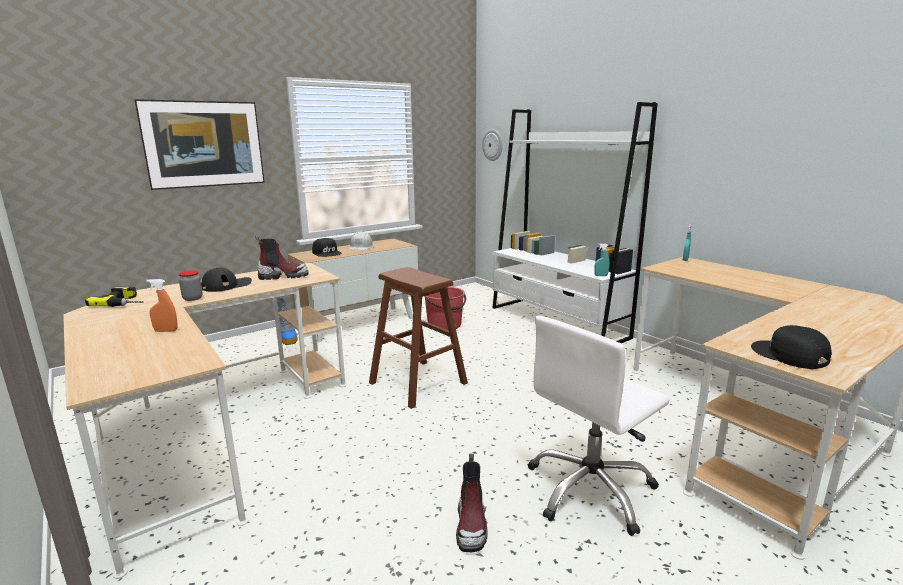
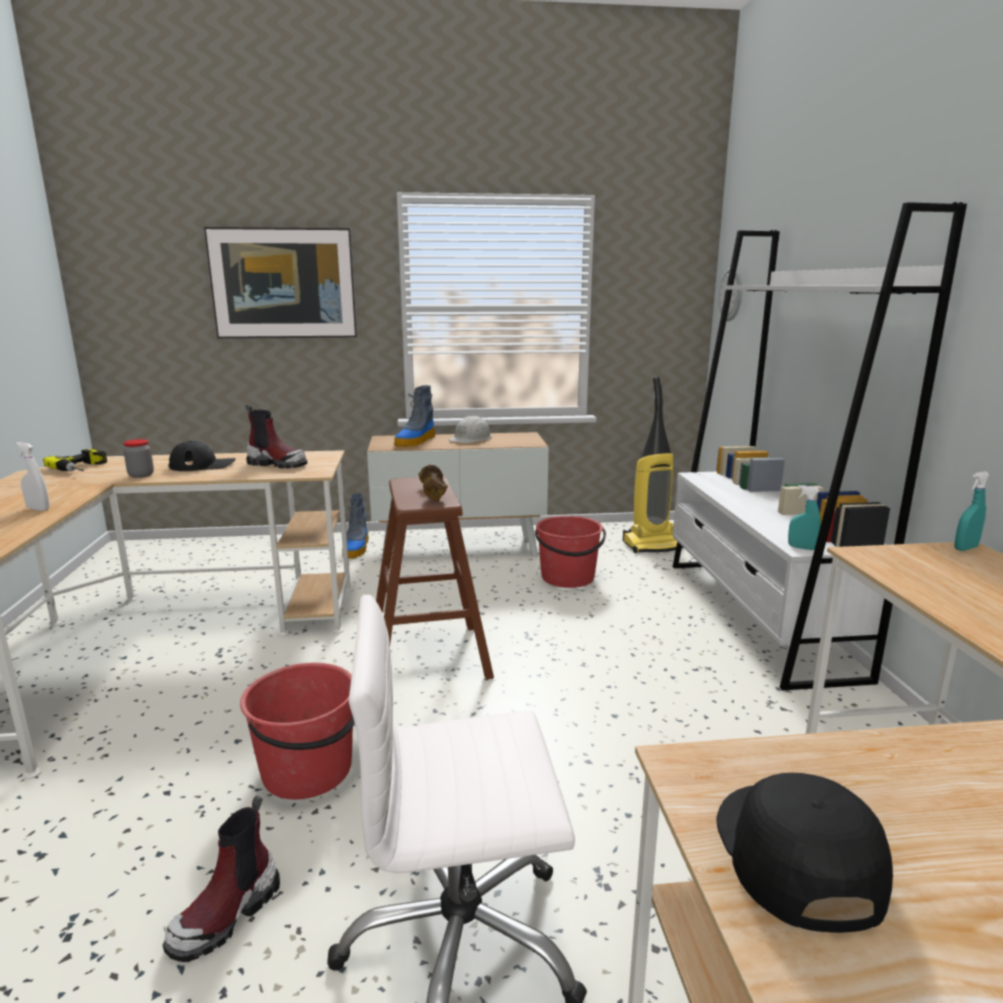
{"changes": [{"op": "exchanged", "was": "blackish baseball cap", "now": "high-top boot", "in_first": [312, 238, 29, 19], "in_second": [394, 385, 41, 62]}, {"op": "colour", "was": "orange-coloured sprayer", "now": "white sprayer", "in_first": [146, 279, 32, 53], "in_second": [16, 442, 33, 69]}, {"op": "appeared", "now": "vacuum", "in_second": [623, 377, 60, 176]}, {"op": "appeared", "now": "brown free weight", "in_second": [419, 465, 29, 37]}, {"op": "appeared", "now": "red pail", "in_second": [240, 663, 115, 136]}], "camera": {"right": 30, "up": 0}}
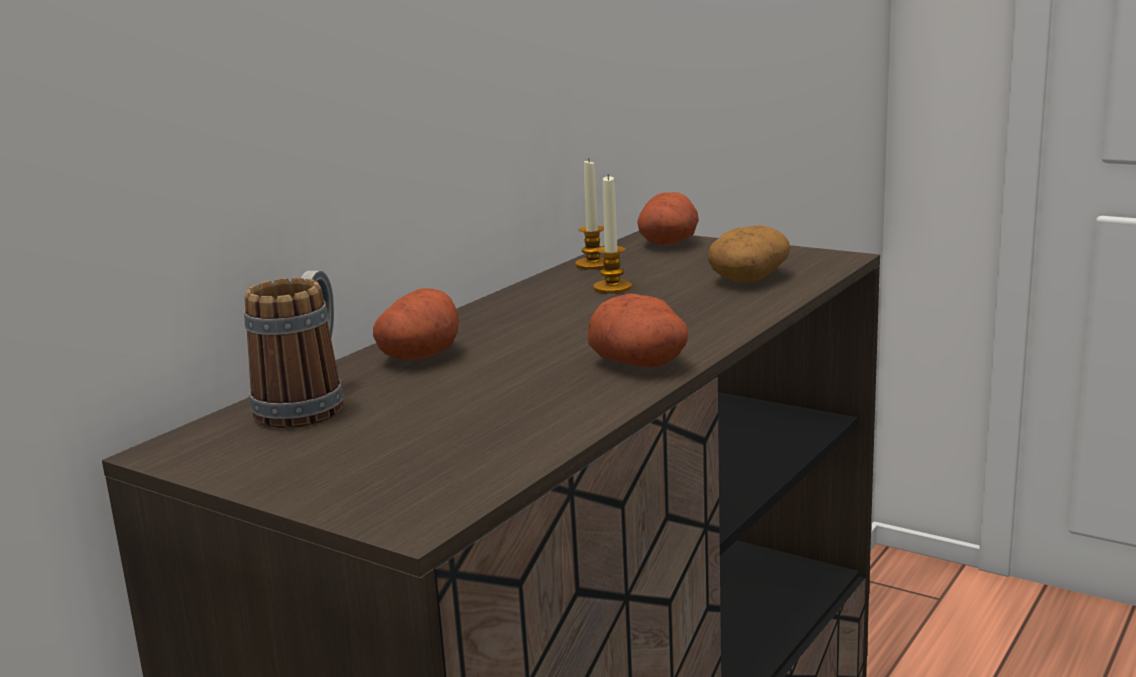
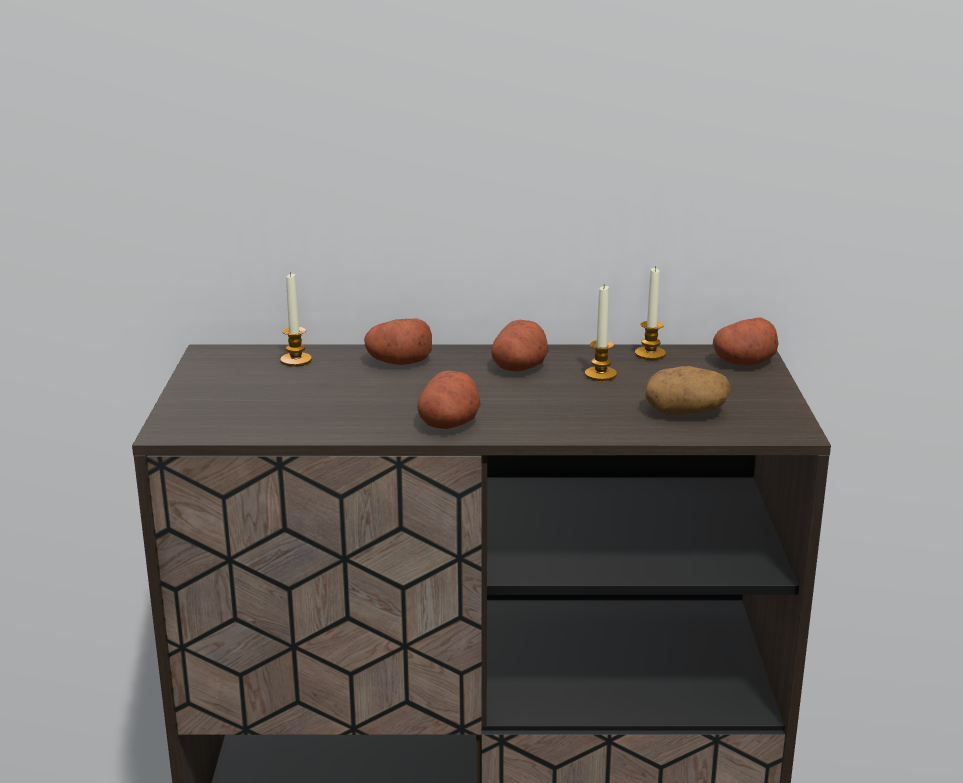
{"changes": [{"op": "exchanged", "was": "mug", "now": "candle", "in_first": [244, 271, 100, 157], "in_second": [280, 272, 32, 95]}, {"op": "appeared", "now": "whole potato", "in_second": [491, 320, 58, 52]}], "camera": {"right": 55, "up": 5}}
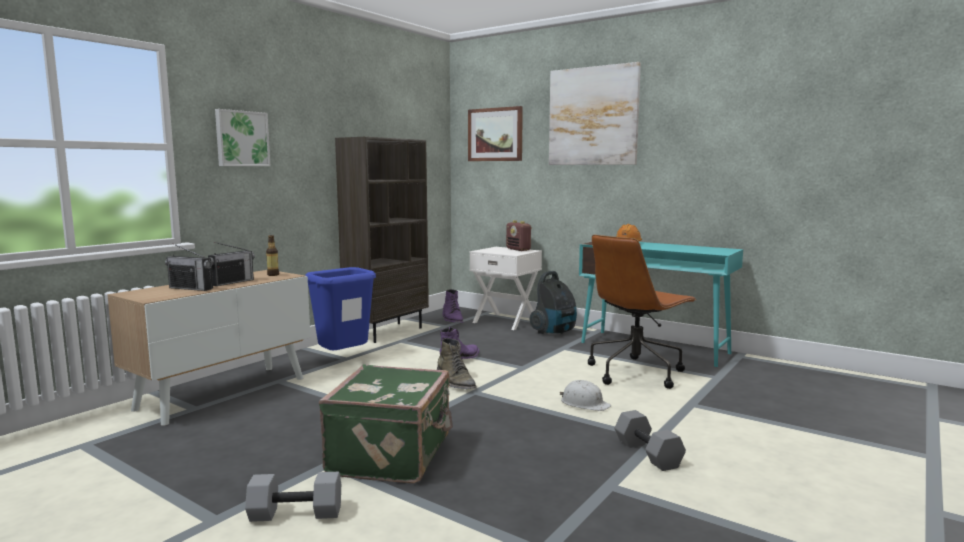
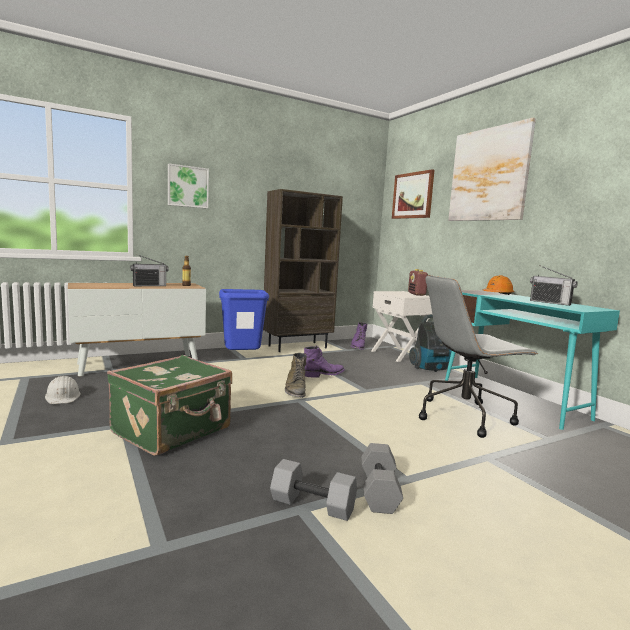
{"changes": [{"op": "colour", "was": "brown office chair", "now": "greyish office chair", "in_first": [588, 235, 109, 154], "in_second": [419, 275, 119, 163]}, {"op": "relocated", "was": "radio set", "in_first": [165, 244, 48, 47], "in_second": [530, 266, 48, 40]}, {"op": "relocated", "was": "white hard hat", "in_first": [560, 380, 51, 31], "in_second": [45, 376, 36, 28]}, {"op": "relocated", "was": "greyish free weight", "in_first": [245, 472, 96, 50], "in_second": [270, 459, 87, 62]}], "camera": {"right": 25, "up": 0}}
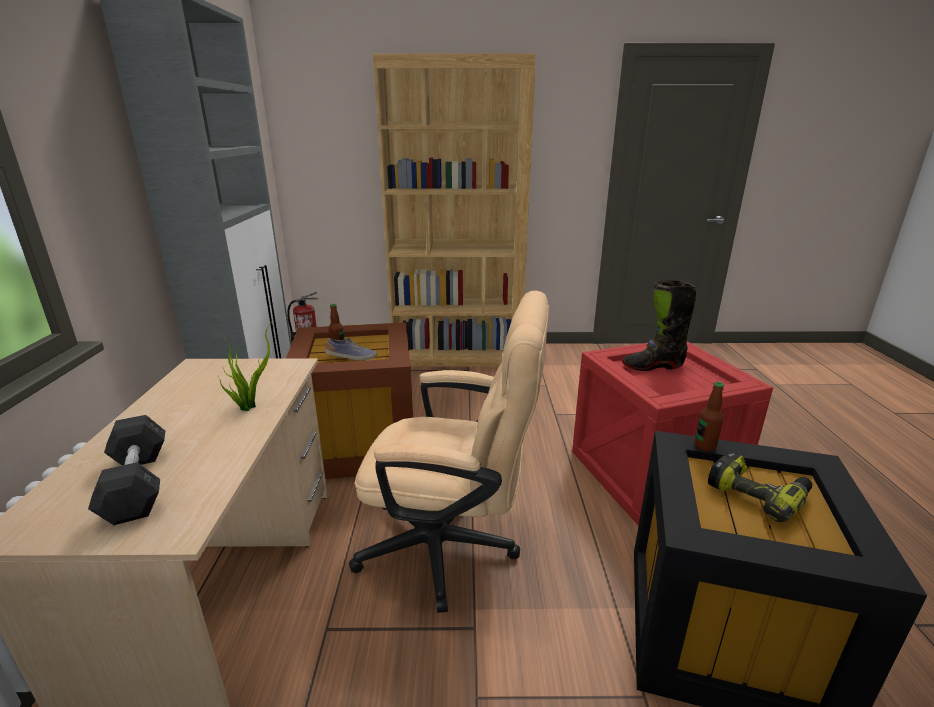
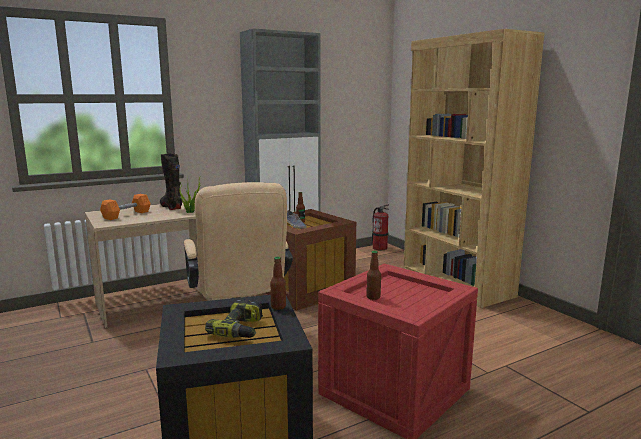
{"changes": [{"op": "relocated", "was": "blackish high-top boot", "in_first": [622, 280, 74, 91], "in_second": [160, 153, 22, 57]}, {"op": "colour", "was": "greyish free weight", "now": "orange-coloured free weight", "in_first": [88, 415, 77, 110], "in_second": [100, 194, 51, 26]}, {"op": "appeared", "now": "bottle", "in_second": [366, 251, 15, 49]}], "camera": {"right": 60, "up": -10}}
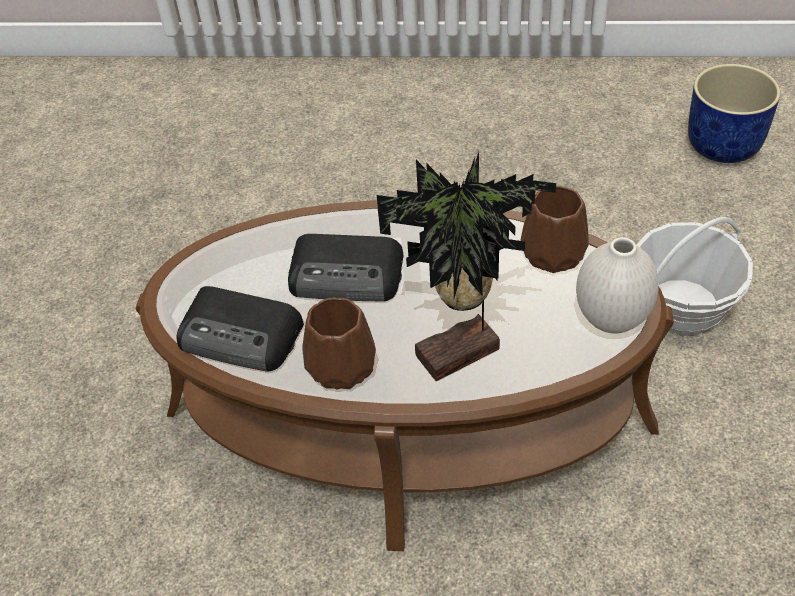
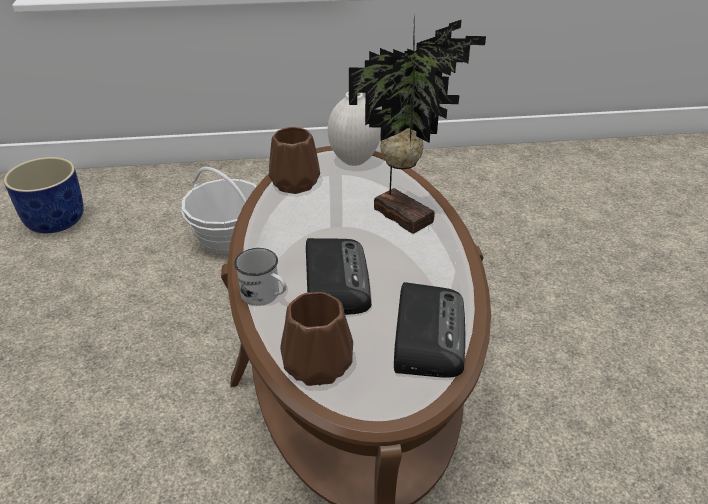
{"changes": [{"op": "relocated", "was": "brown vase", "in_first": [302, 298, 74, 92], "in_second": [280, 292, 73, 94]}, {"op": "appeared", "now": "white mug", "in_second": [234, 248, 52, 58]}], "camera": {"right": -105, "up": -10}}
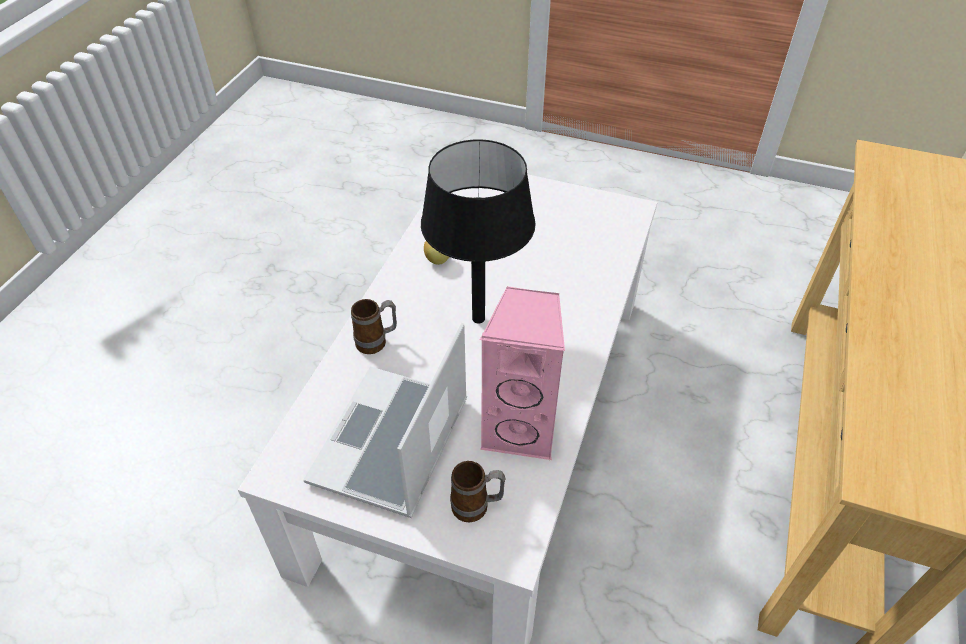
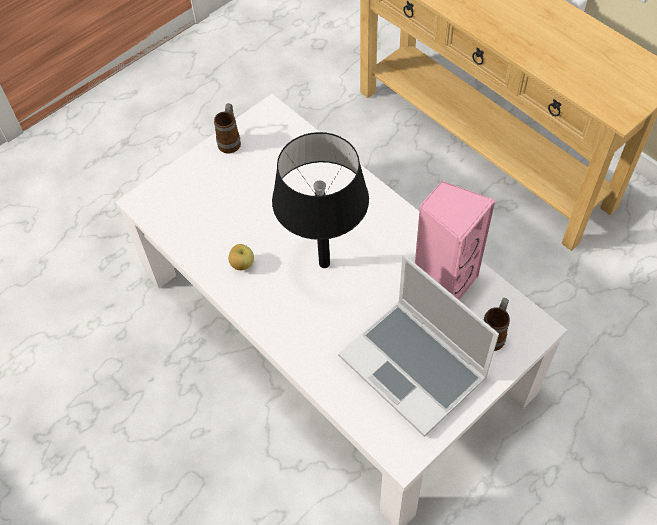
{"changes": [{"op": "relocated", "was": "mug", "in_first": [351, 299, 46, 55], "in_second": [214, 103, 27, 50]}], "camera": {"right": -60, "up": 10}}
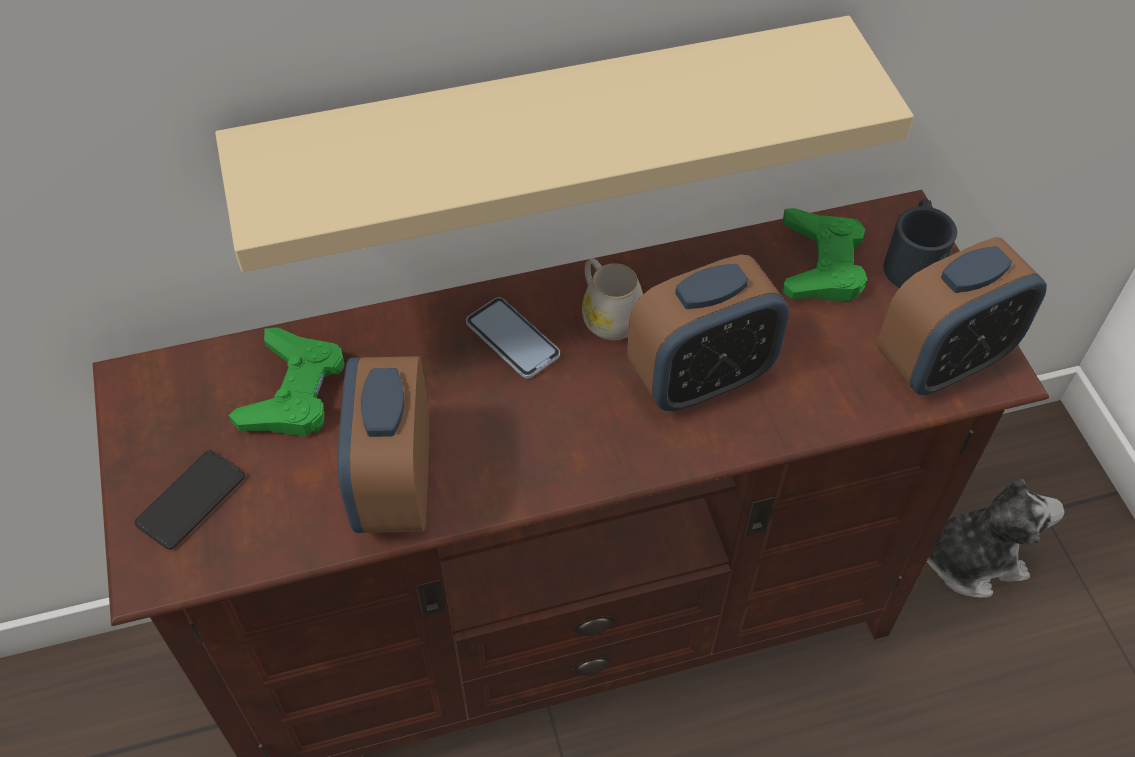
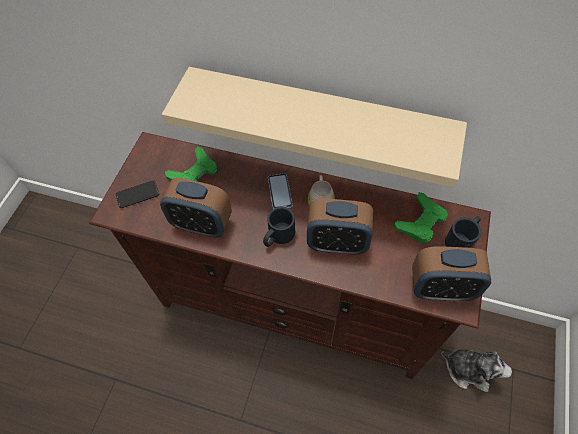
{"changes": [{"op": "spun", "was": "alarm clock", "in_first": [337, 356, 92, 177], "in_second": [160, 178, 72, 60], "clockwise": -105}, {"op": "appeared", "now": "blackish mug", "in_second": [263, 207, 32, 40]}], "camera": {"right": 35, "up": 5}}
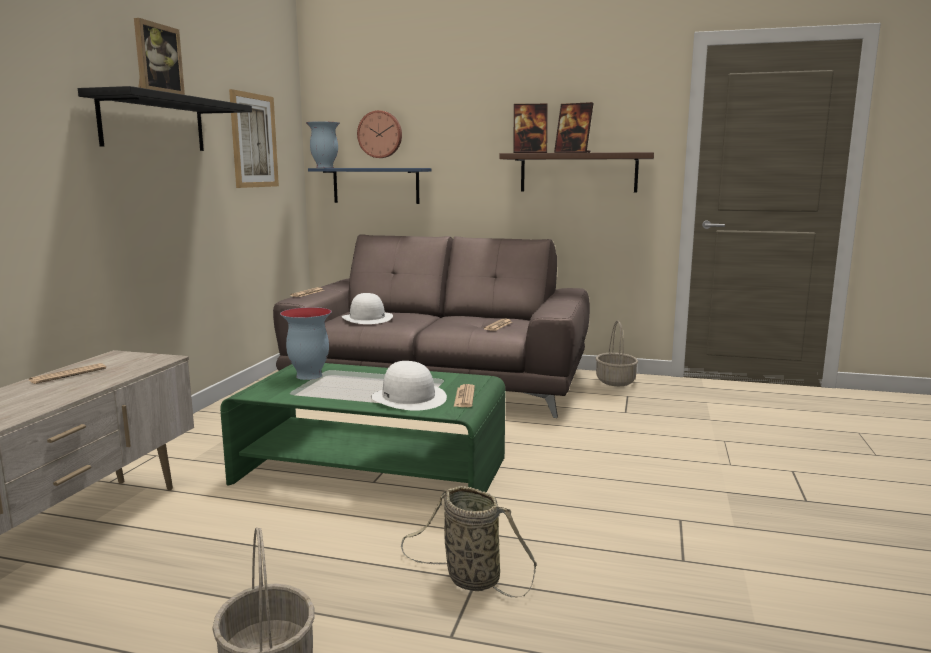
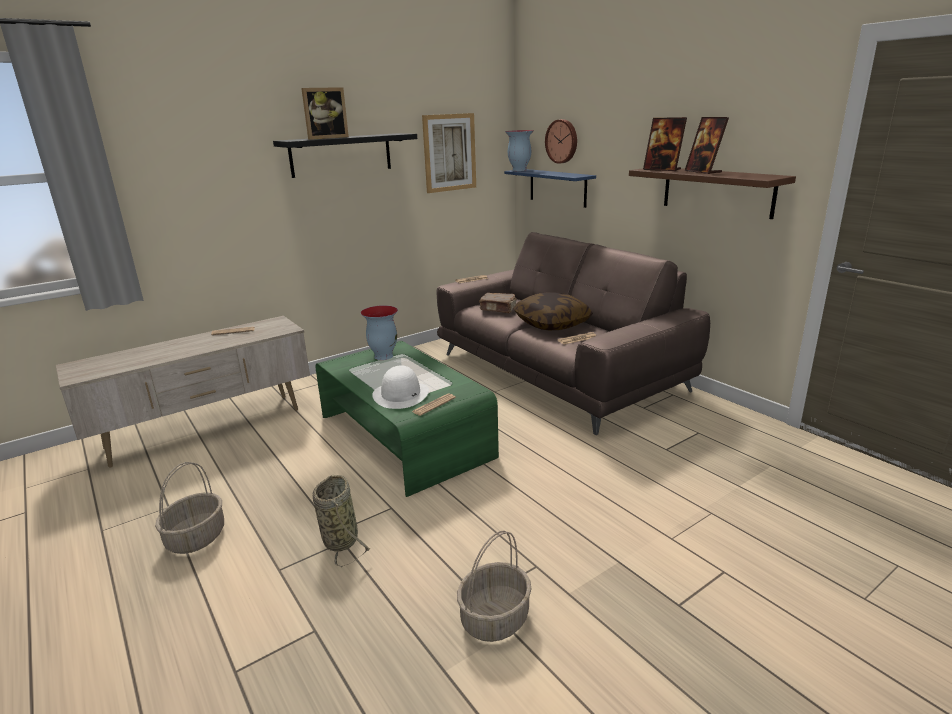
{"changes": [{"op": "exchanged", "was": "white clothing hat", "now": "brown book", "in_first": [342, 293, 51, 31], "in_second": [479, 293, 38, 20]}, {"op": "relocated", "was": "household basket", "in_first": [596, 321, 42, 65], "in_second": [457, 531, 75, 111]}, {"op": "appeared", "now": "cushion", "in_second": [513, 292, 80, 38]}], "camera": {"right": 40, "up": 10}}
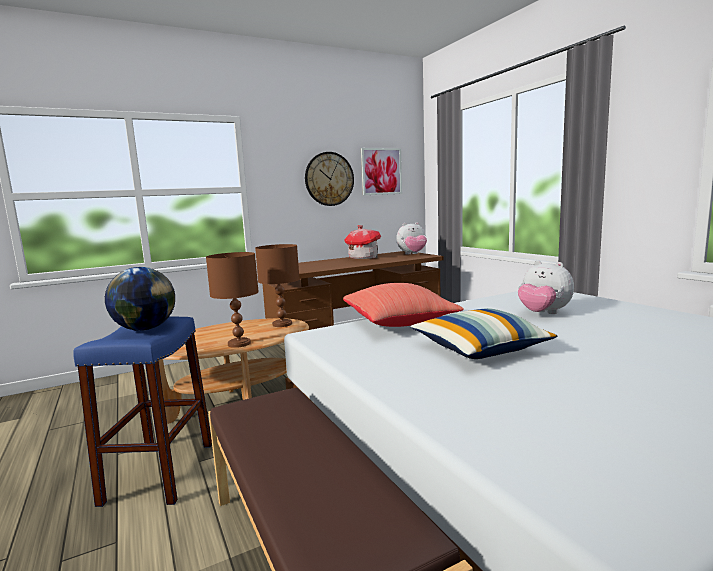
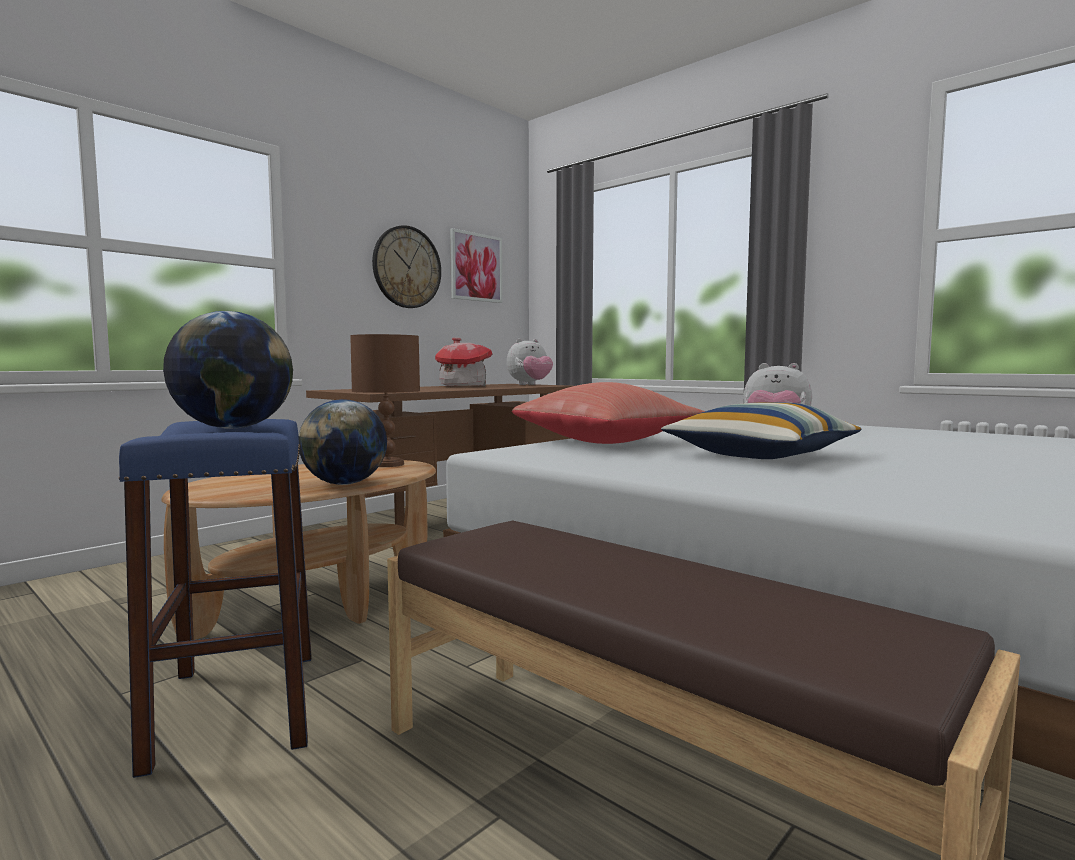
{"changes": [{"op": "exchanged", "was": "brown table lamp", "now": "world globe", "in_first": [206, 252, 53, 96], "in_second": [298, 399, 89, 86]}], "camera": {"right": -20, "up": -5}}
